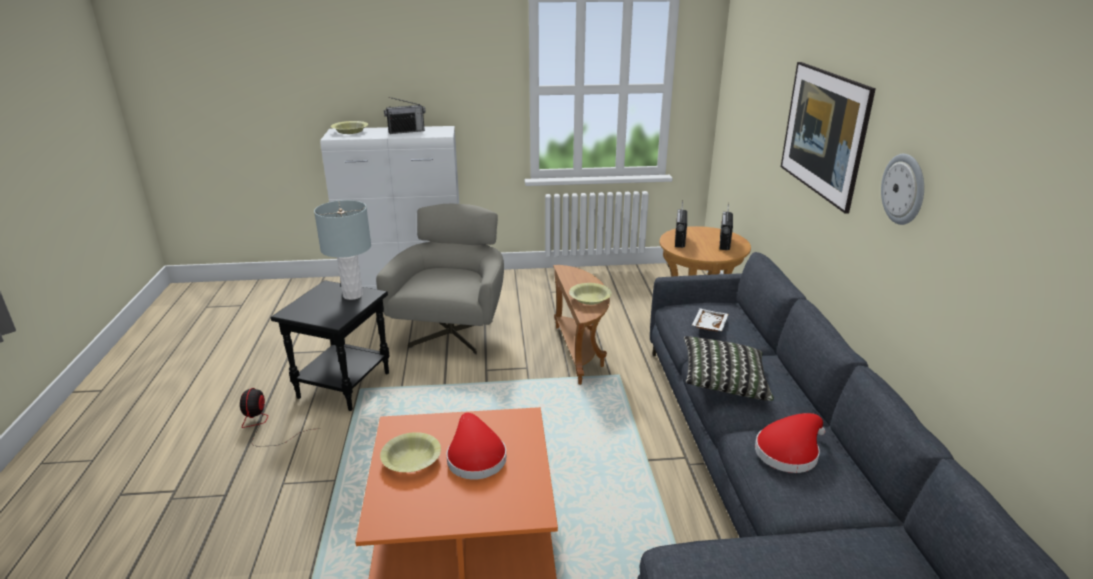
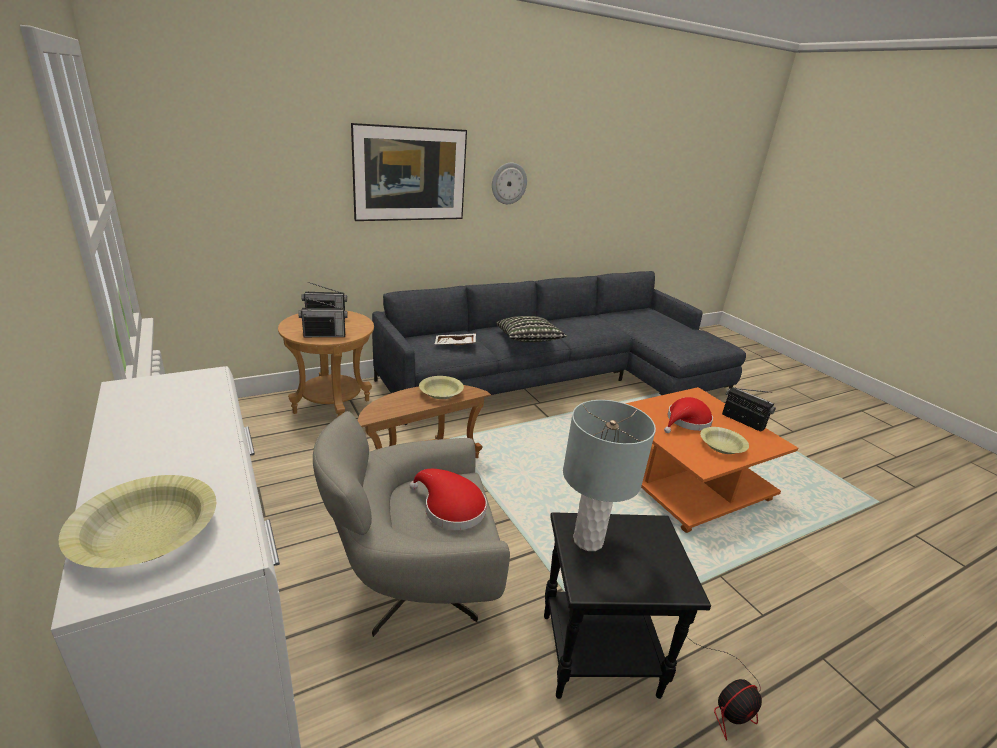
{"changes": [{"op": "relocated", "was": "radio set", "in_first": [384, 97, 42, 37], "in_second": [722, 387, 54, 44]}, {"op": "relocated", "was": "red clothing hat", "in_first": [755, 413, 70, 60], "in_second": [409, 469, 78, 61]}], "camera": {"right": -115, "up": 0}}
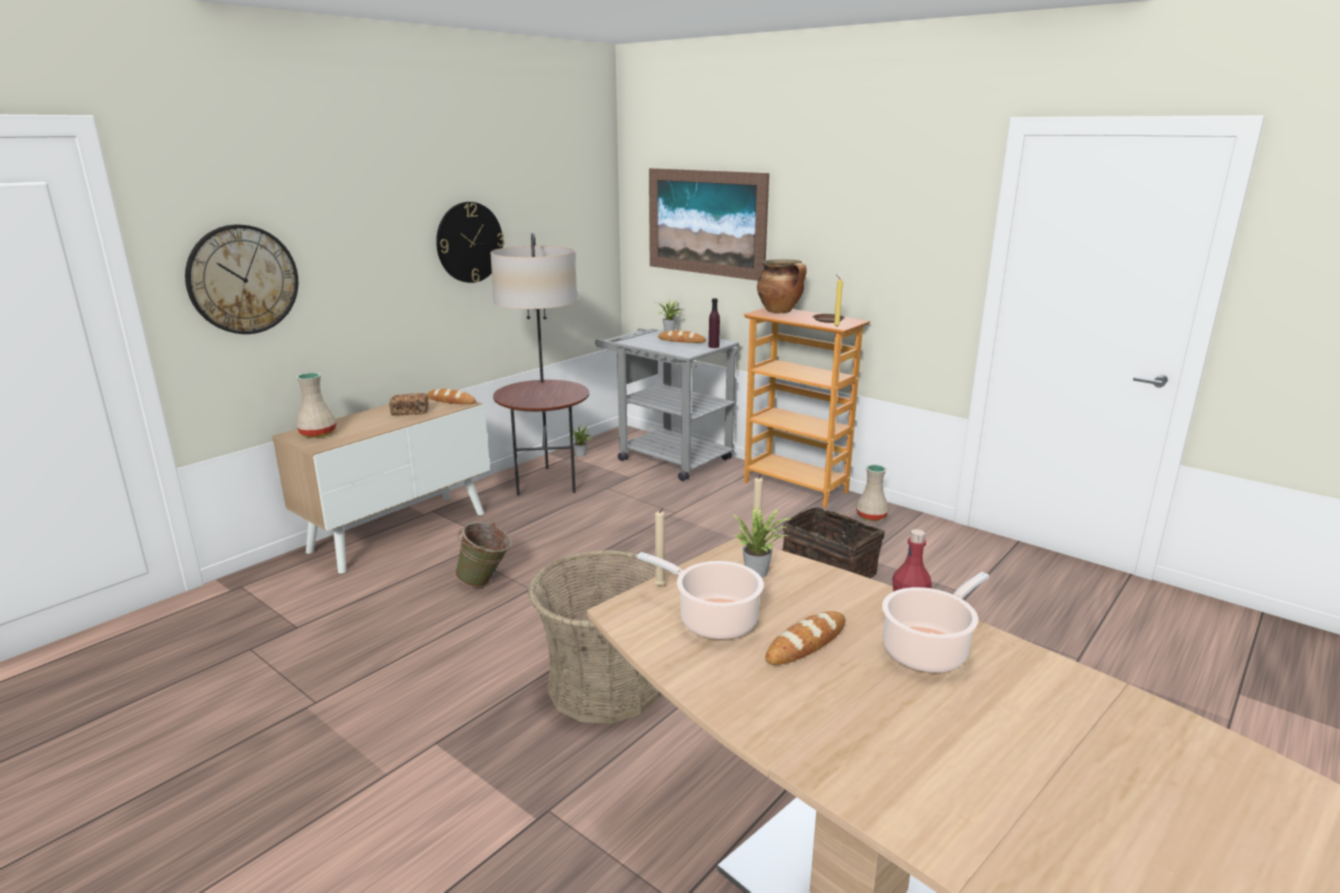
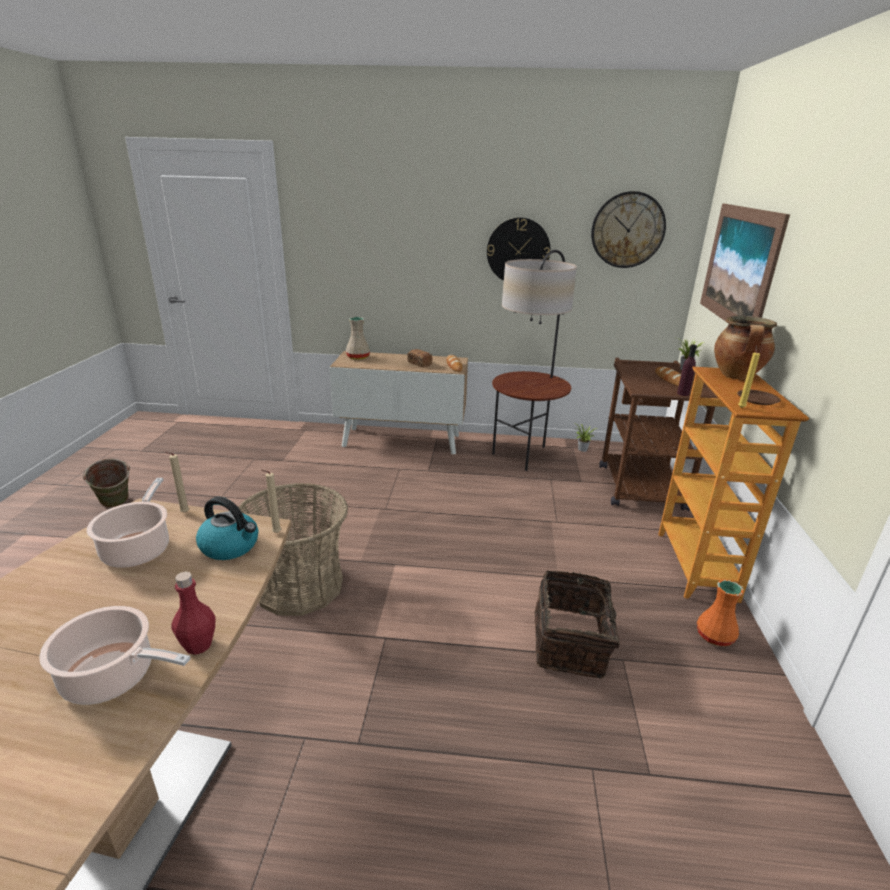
{"changes": [{"op": "relocated", "was": "clock on the wall", "in_first": [185, 225, 113, 109], "in_second": [591, 191, 75, 77]}, {"op": "colour", "was": "greyish wheeled cart", "now": "brown wheeled cart", "in_first": [595, 328, 145, 153], "in_second": [599, 358, 119, 153]}, {"op": "colour", "was": "beige vase", "now": "orange-coloured vase", "in_first": [856, 465, 33, 56], "in_second": [697, 580, 47, 66]}, {"op": "exchanged", "was": "plant in a pot", "now": "water kettle", "in_first": [732, 506, 58, 72], "in_second": [196, 497, 62, 63]}, {"op": "relocated", "was": "greenish pail", "in_first": [455, 522, 57, 65], "in_second": [83, 459, 47, 49]}, {"op": "missing", "was": "bread", "in_first": [765, 611, 80, 54]}], "camera": {"right": 55, "up": 5}}
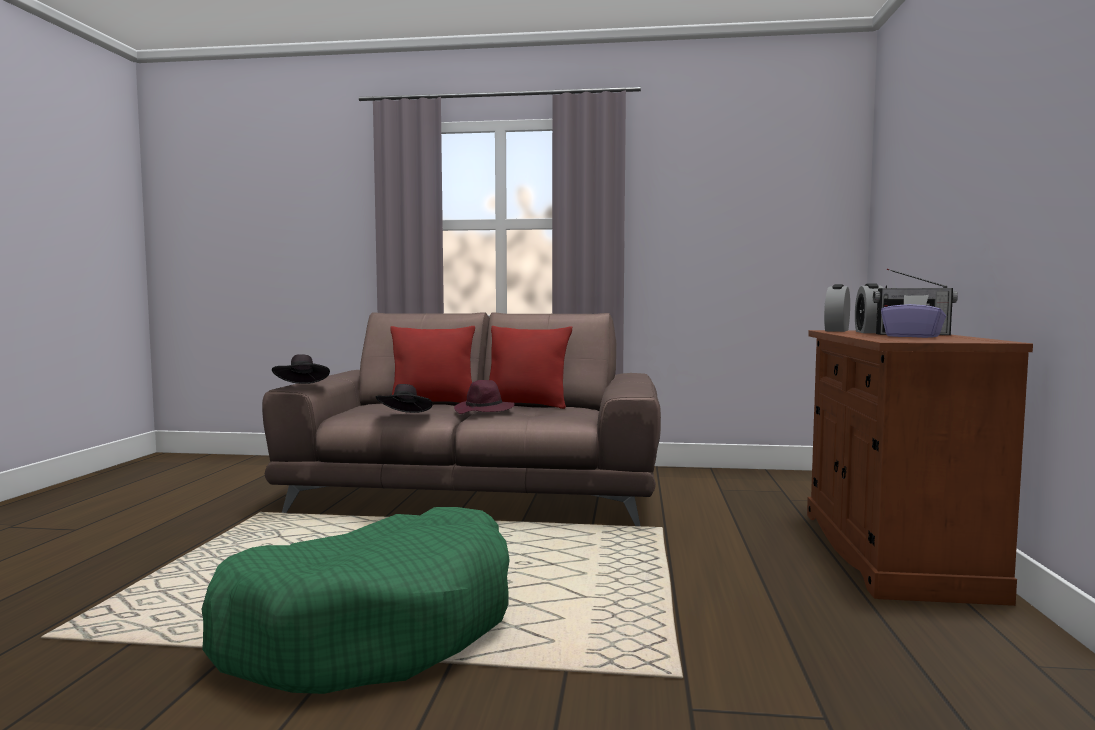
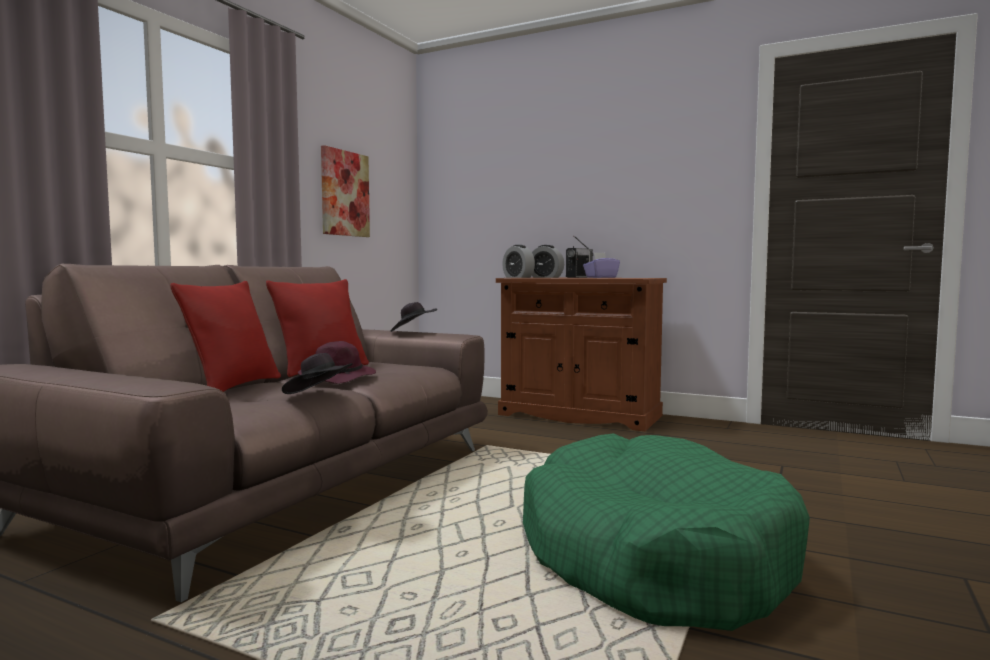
{"changes": [{"op": "relocated", "was": "blackish clothing hat", "in_first": [272, 354, 58, 30], "in_second": [391, 302, 46, 30]}, {"op": "appeared", "now": "wall picture", "in_second": [321, 145, 49, 92]}], "camera": {"right": -70, "up": 0}}
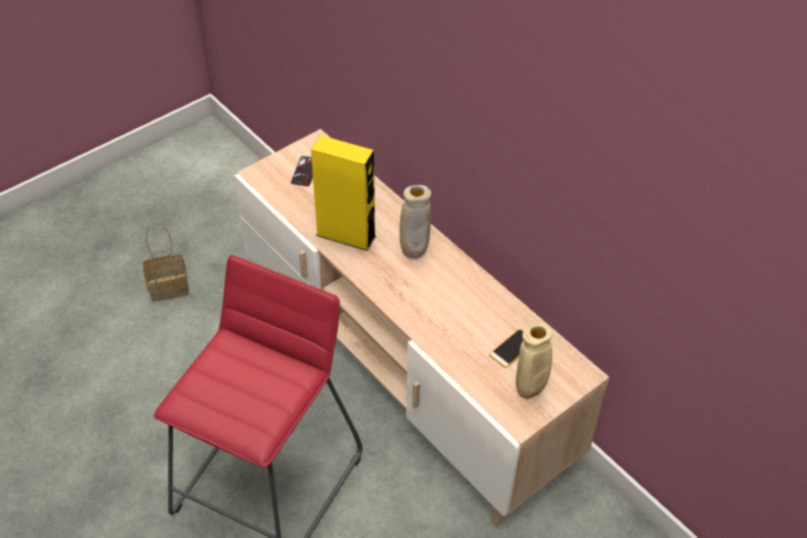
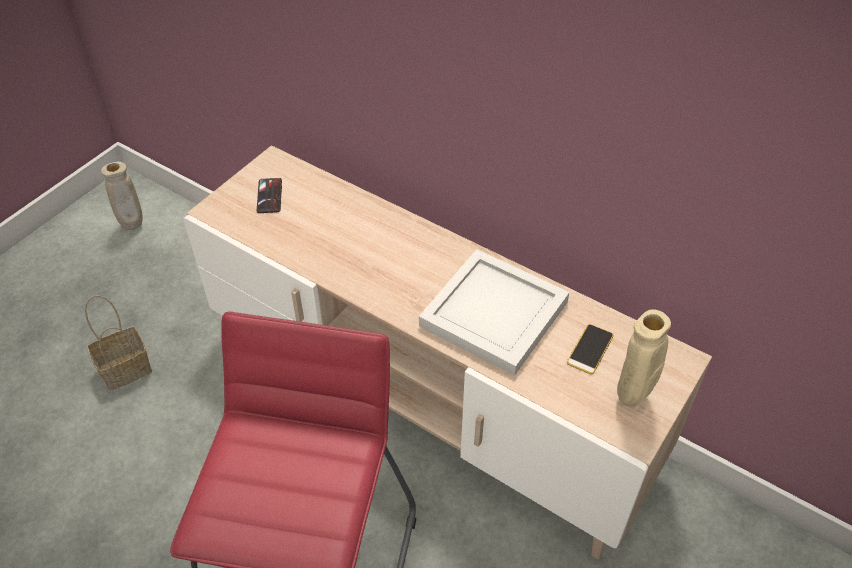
{"changes": [{"op": "missing", "was": "yellow speaker", "in_first": [311, 135, 65, 116]}, {"op": "relocated", "was": "beige vase", "in_first": [399, 185, 32, 73], "in_second": [101, 162, 42, 68]}, {"op": "appeared", "now": "white tray", "in_second": [419, 249, 150, 127]}], "camera": {"right": -15, "up": 0}}
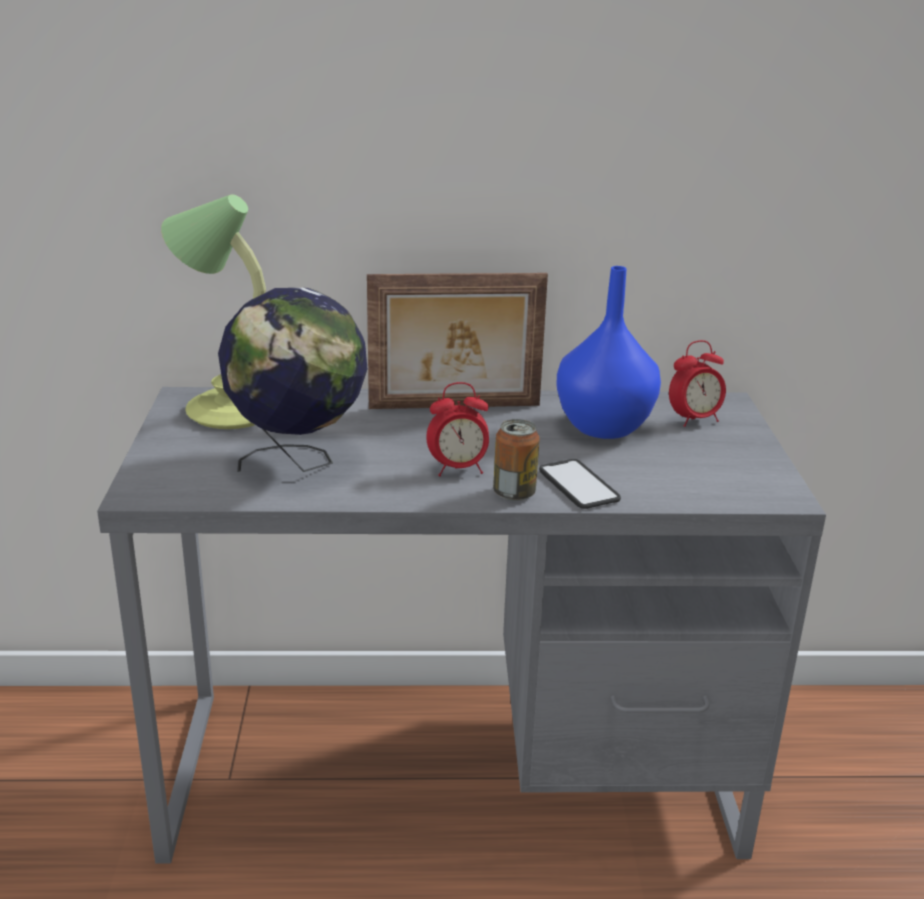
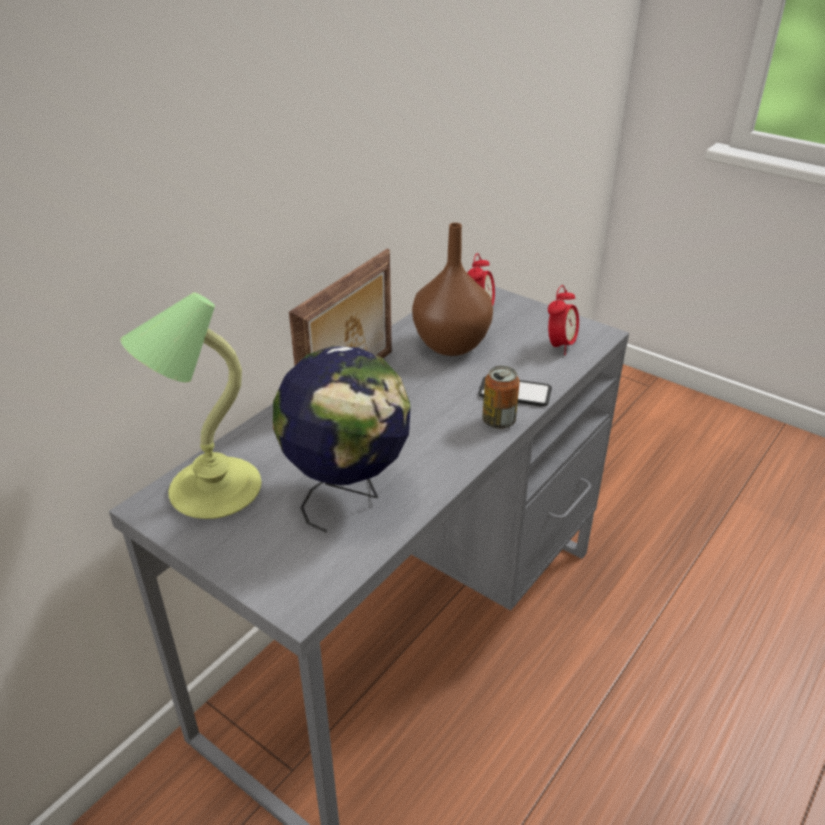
{"changes": [{"op": "colour", "was": "bluish vase", "now": "brown vase", "in_first": [556, 266, 105, 173], "in_second": [412, 223, 81, 133]}, {"op": "relocated", "was": "alarm clock", "in_first": [426, 382, 63, 94], "in_second": [548, 285, 31, 70]}], "camera": {"right": -50, "up": 10}}
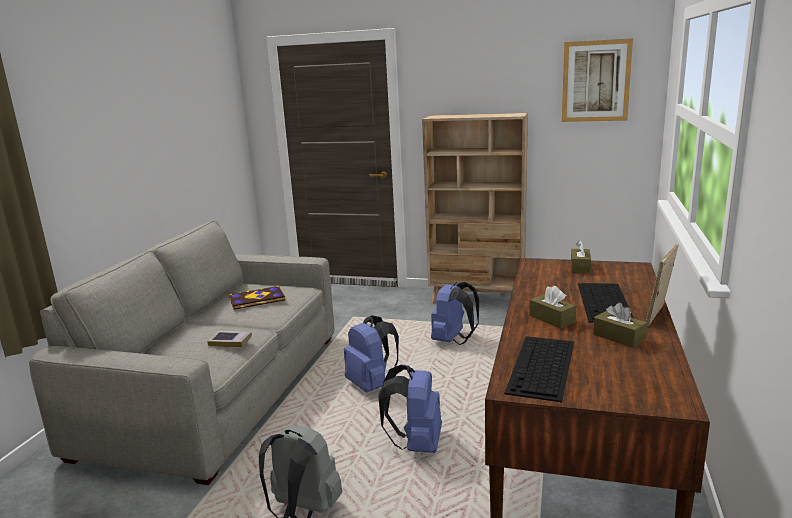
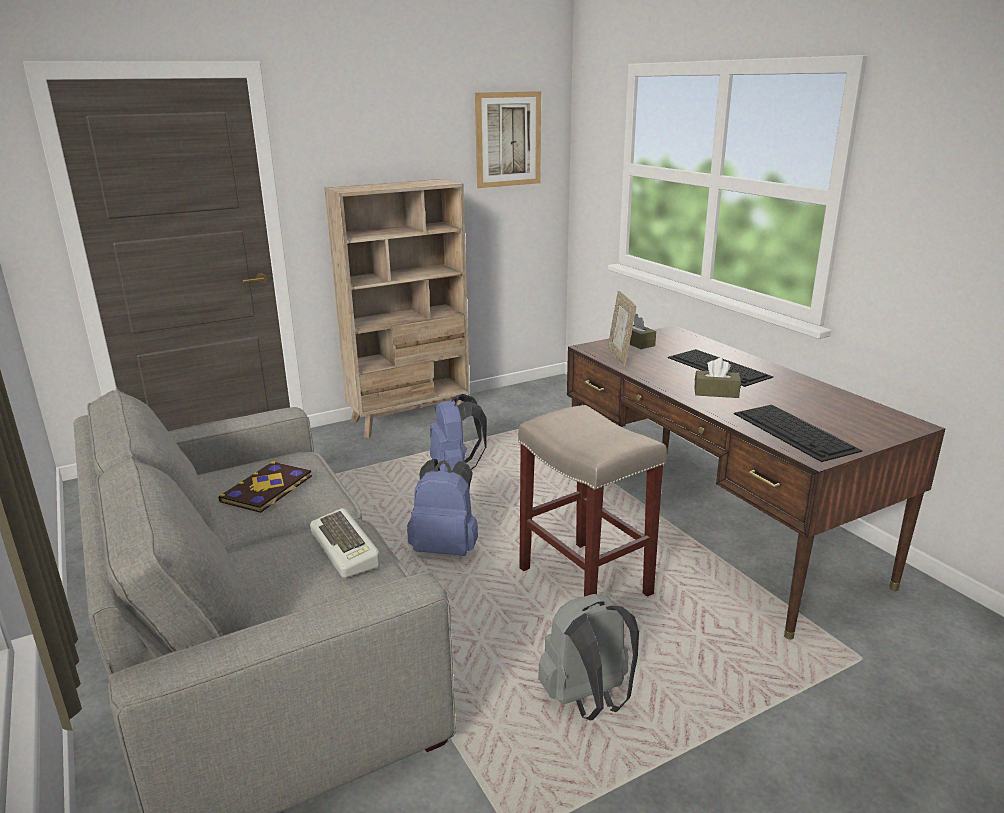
{"changes": [{"op": "relocated", "was": "photo frame", "in_first": [646, 244, 32, 82], "in_second": [608, 291, 28, 76]}, {"op": "missing", "was": "brown tissue holder", "in_first": [593, 303, 54, 45]}, {"op": "exchanged", "was": "book", "now": "PC keyboard", "in_first": [207, 331, 45, 16], "in_second": [310, 508, 70, 70]}, {"op": "exchanged", "was": "bluish knapsack", "now": "beige sitting stool", "in_first": [378, 365, 64, 88], "in_second": [518, 405, 149, 192]}], "camera": {"right": -45, "up": 5}}
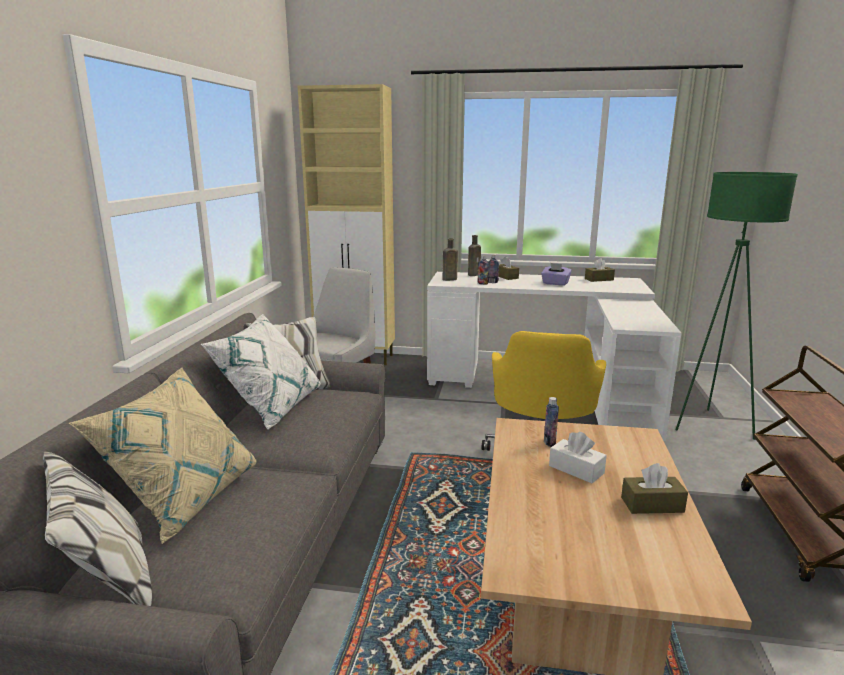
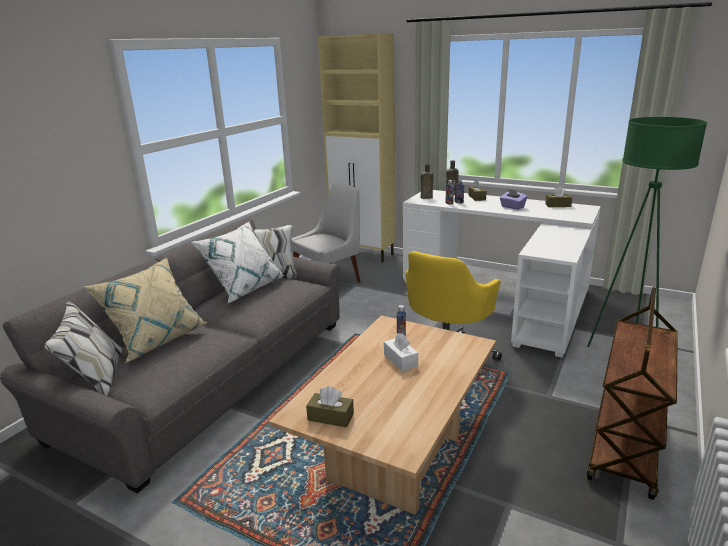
{"changes": [{"op": "relocated", "was": "brown tissue holder", "in_first": [621, 463, 67, 51], "in_second": [306, 386, 48, 42]}], "camera": {"right": 20, "up": 5}}
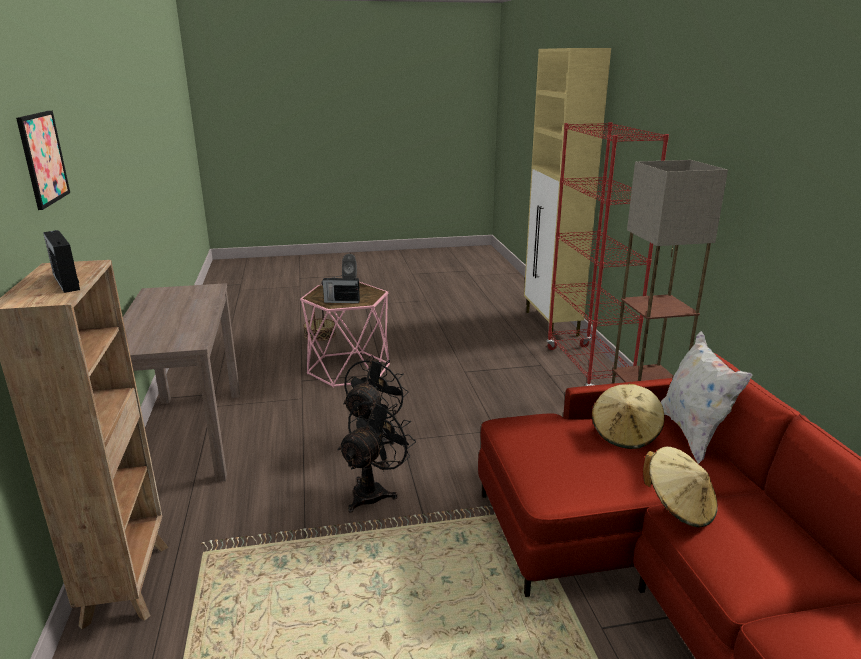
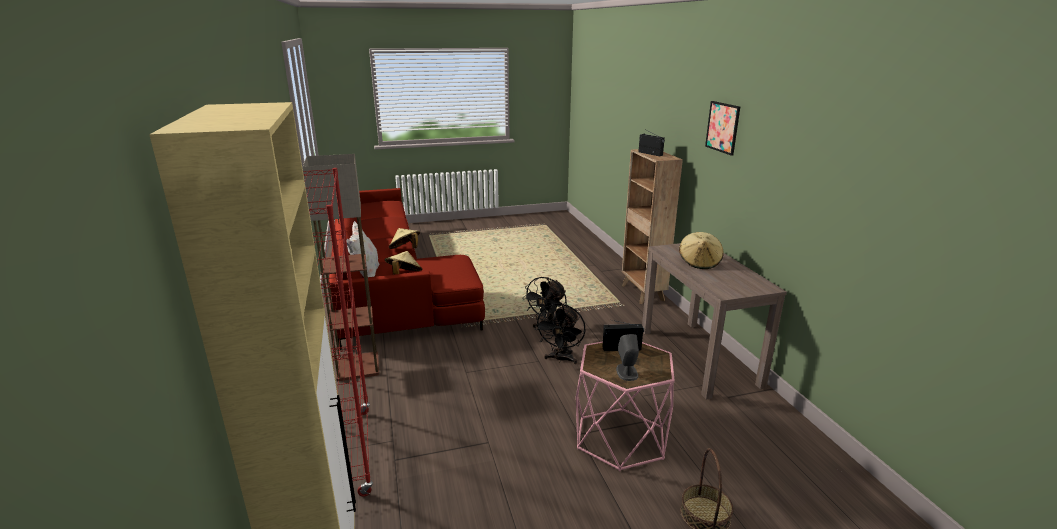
{"changes": [{"op": "appeared", "now": "beige clothing hat", "in_second": [679, 232, 45, 37]}], "camera": {"right": 175, "up": 0}}
